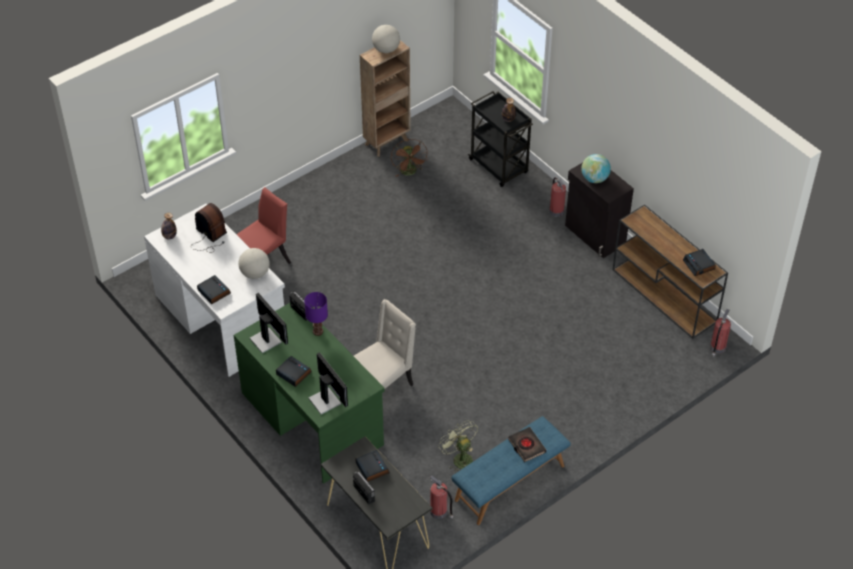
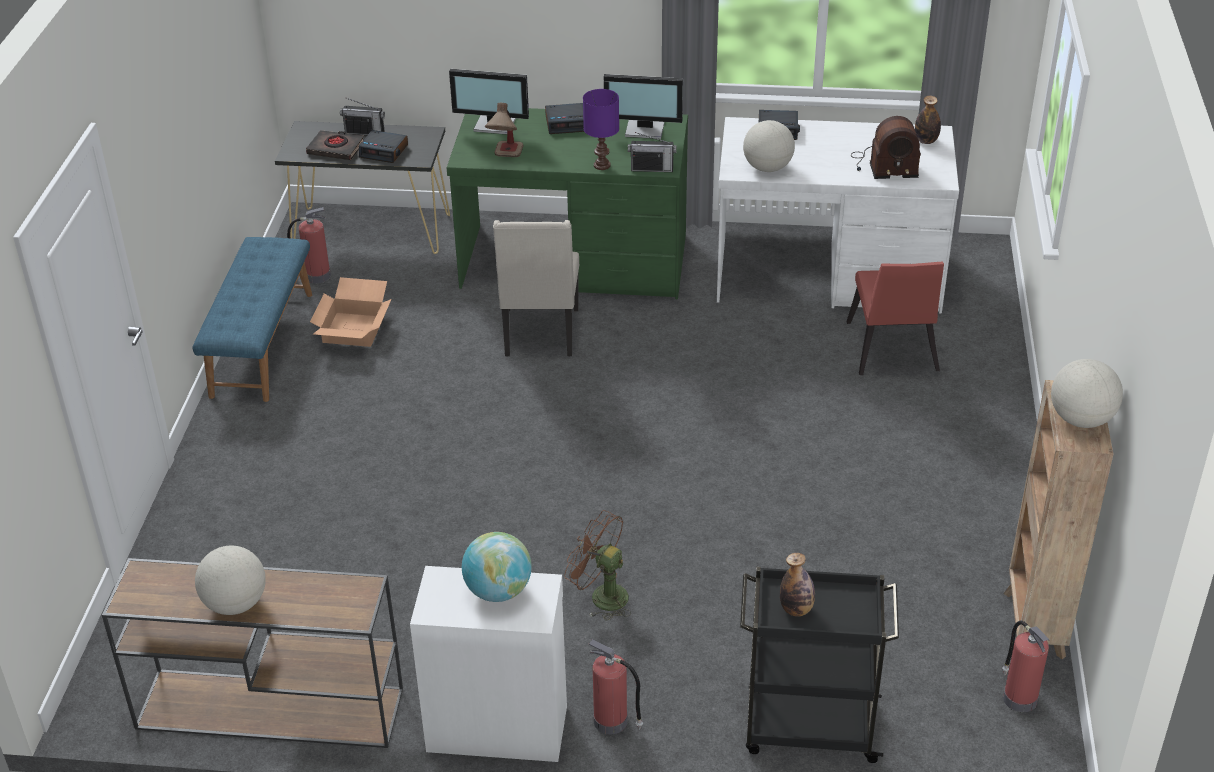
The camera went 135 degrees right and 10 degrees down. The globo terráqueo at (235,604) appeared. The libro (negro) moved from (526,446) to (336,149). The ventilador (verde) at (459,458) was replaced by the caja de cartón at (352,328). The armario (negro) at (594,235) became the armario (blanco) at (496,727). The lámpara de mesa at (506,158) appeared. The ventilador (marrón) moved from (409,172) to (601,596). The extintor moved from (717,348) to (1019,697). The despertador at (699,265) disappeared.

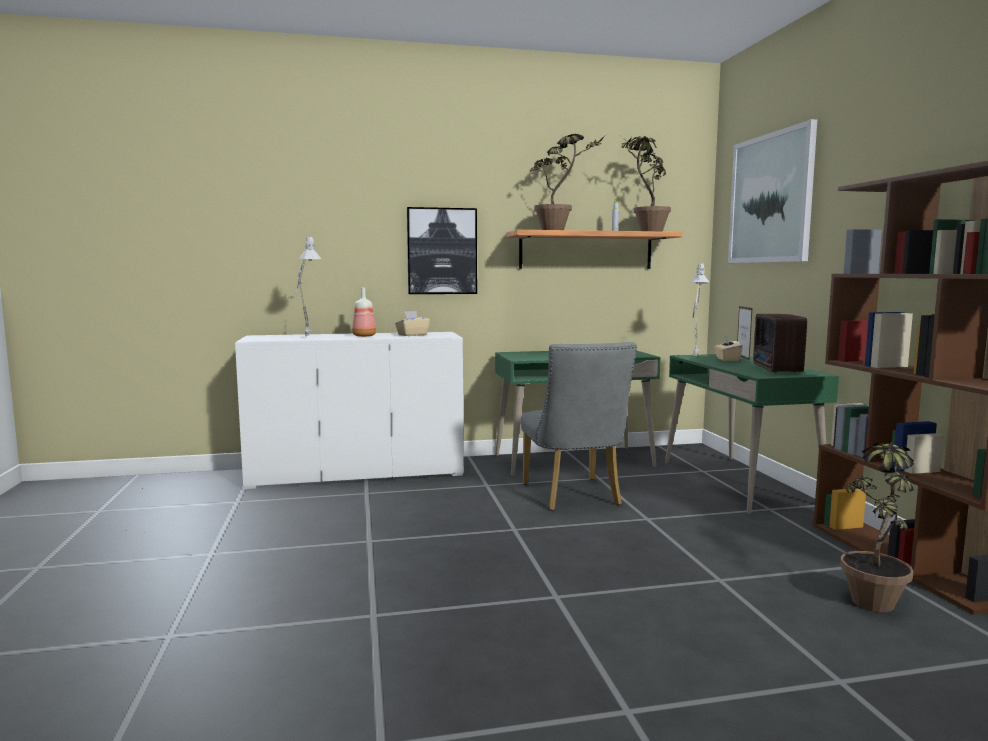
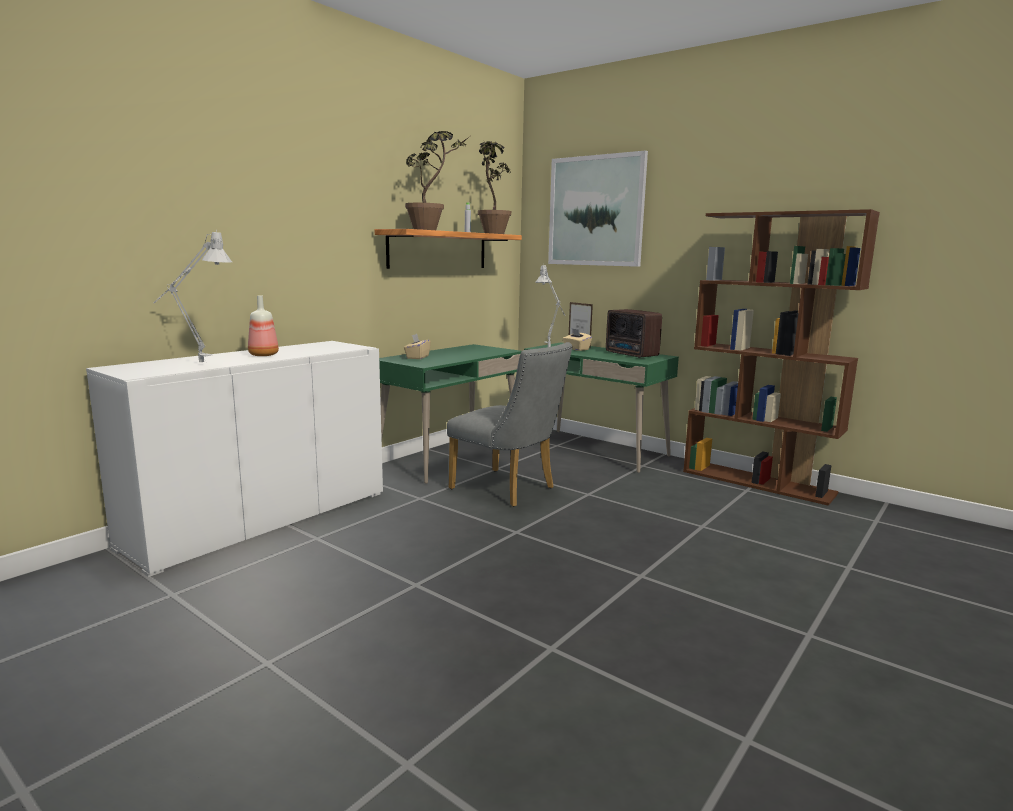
The camera went 40 degrees left and 5 degrees up. The caja de pañuelos (beis) moved from (412,335) to (417,357). The cuadro at (442,251) disappeared. The planta en maceta at (874,597) disappeared.

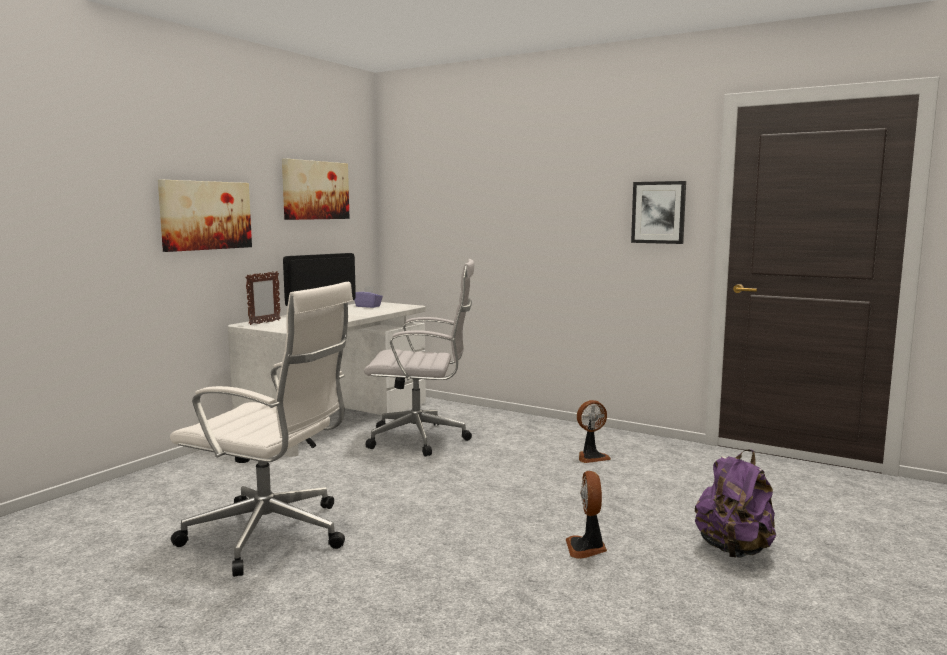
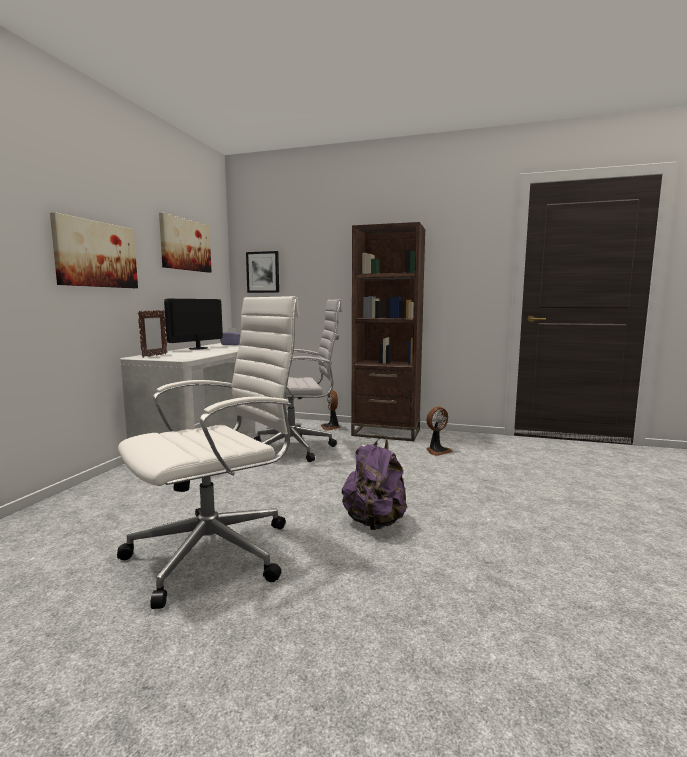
The camera went 15 degrees left and 0 degrees up. The silla de oficina (blanco) at (271,536) turned 45 degrees counterclockwise. The cuadro moved from (658,212) to (263,272). The ventilador moved from (586,548) to (331,427). The mochila (morado) moved from (734,550) to (375,522). The estantería (marrón) at (386,432) appeared.

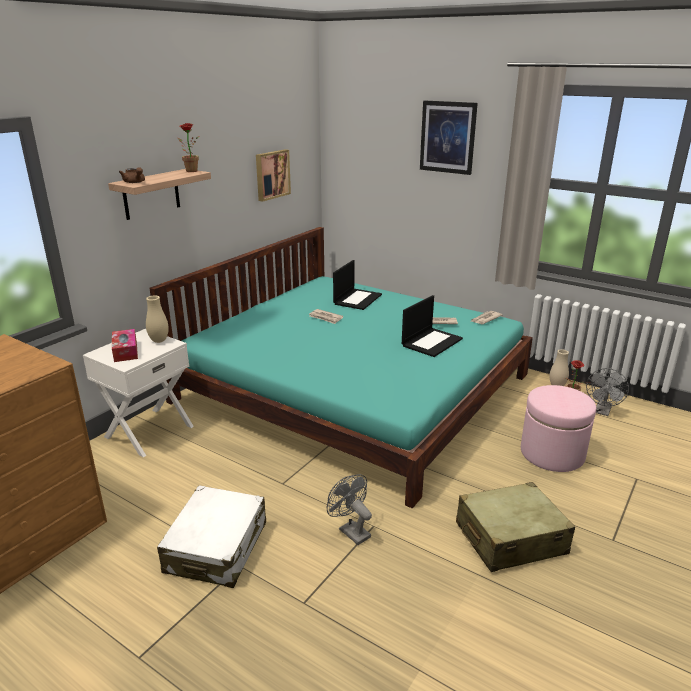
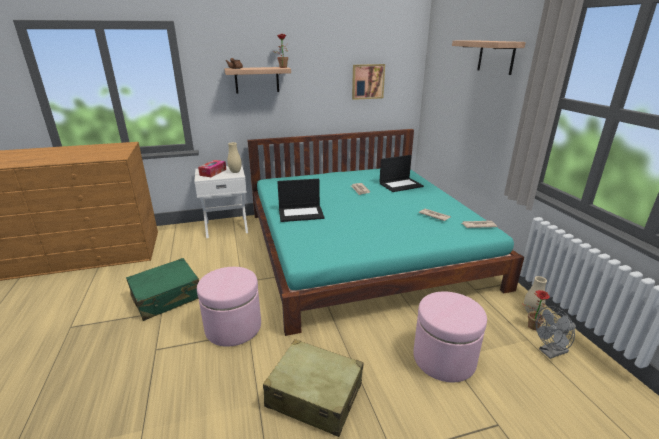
The camera went 40 degrees right and 0 degrees up. The maleta (blanco) at (217,547) became the maleta (verde) at (167,297). The ventilador (gris) at (350,531) was replaced by the puf (rosa) at (233,327). The portátil moved from (431,342) to (301,213). The cuadro at (447,137) was replaced by the estante at (496,57).

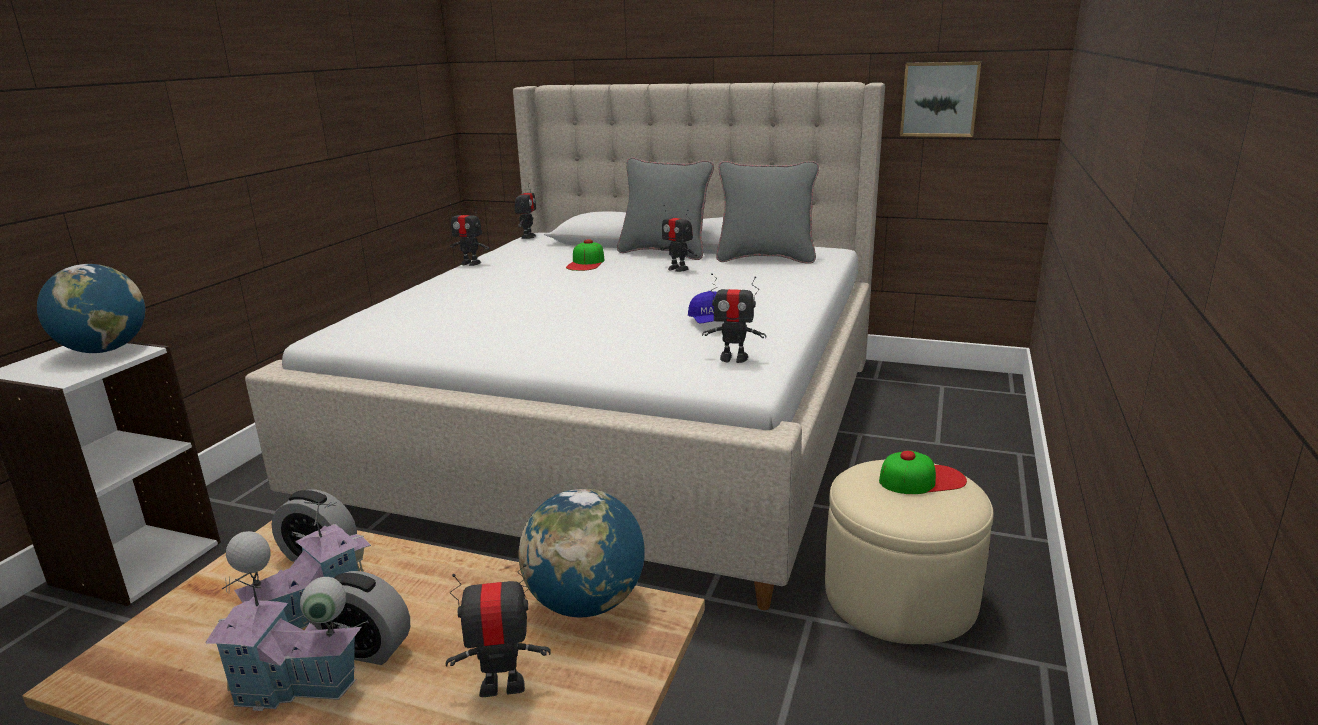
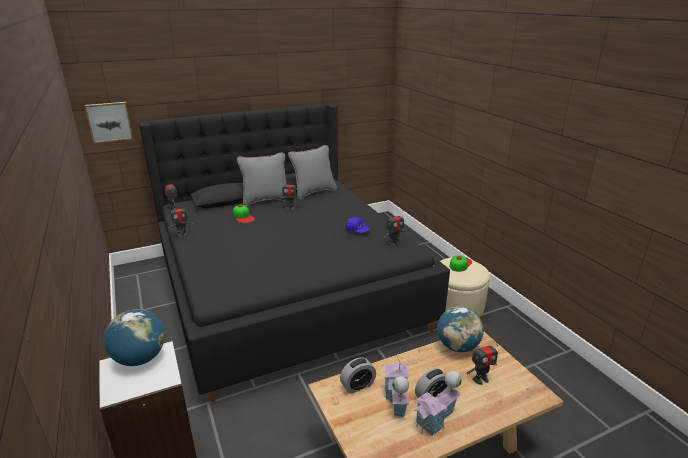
The camera went 45 degrees left and 5 degrees up. The cuadro moved from (939,99) to (109,122). The cama (beis) at (626,427) became the cama (negro) at (287,289). The robot de juguete at (502,686) turned 150 degrees counterclockwise.

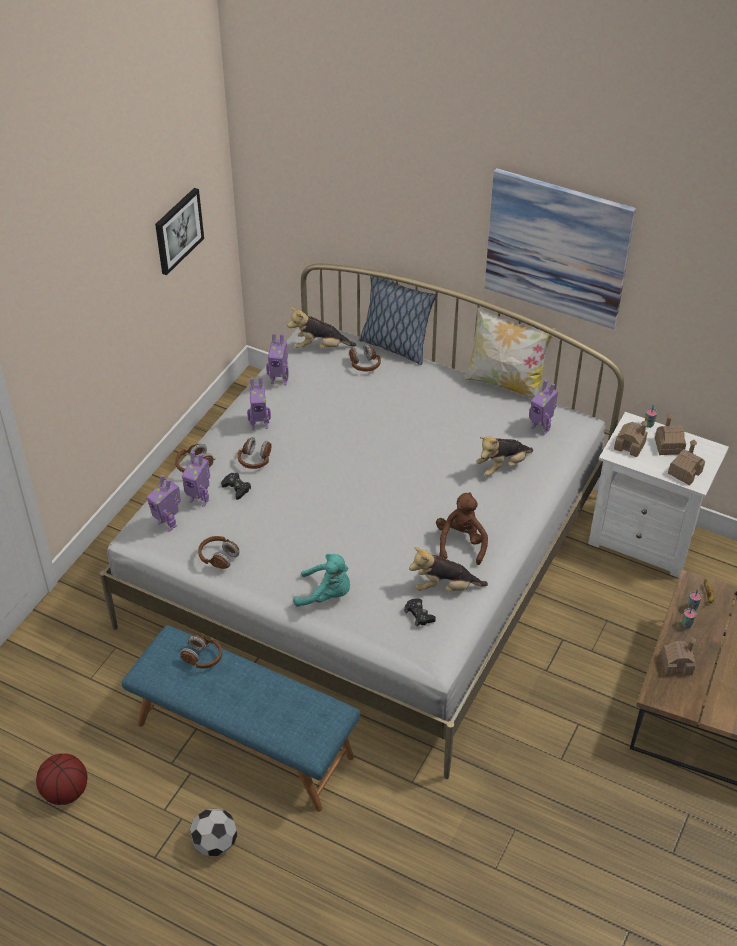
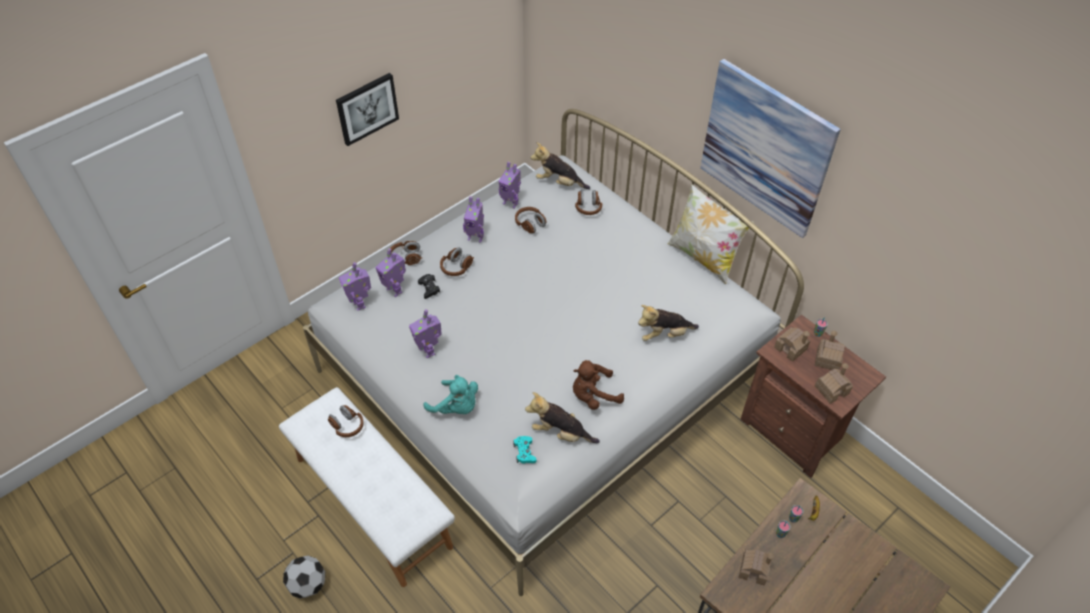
The camera went 20 degrees right and 5 degrees up. The banco (azul) at (245,739) became the banco (blanco) at (374,501). The cuadro moved from (178,230) to (367,108). The robot de juguete moved from (541,428) to (429,350). The mando de consola (negro) at (419,615) became the mando de consola (turquesa) at (524,452). The auriculares (marrón) moved from (218,558) to (530,224). The peluche (marrón) at (461,543) turned 135 degrees counterclockwise. The mesita de noche (blanco) at (645,539) became the mesita de noche (marrón) at (794,431). The balón de baloncesto at (66,791) disappeared. The cojín at (394,346) disappeared.

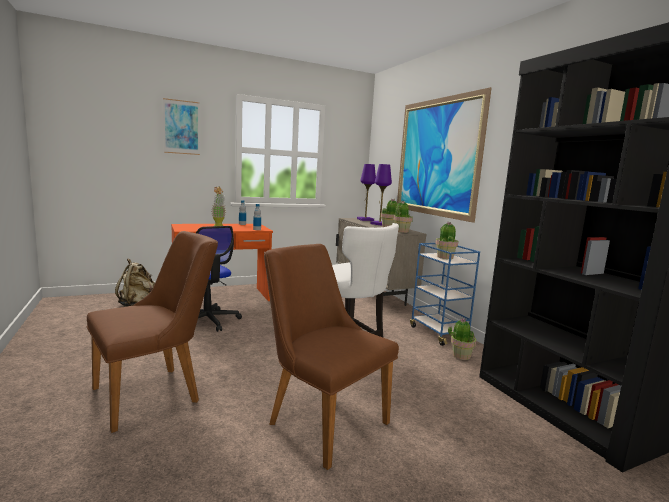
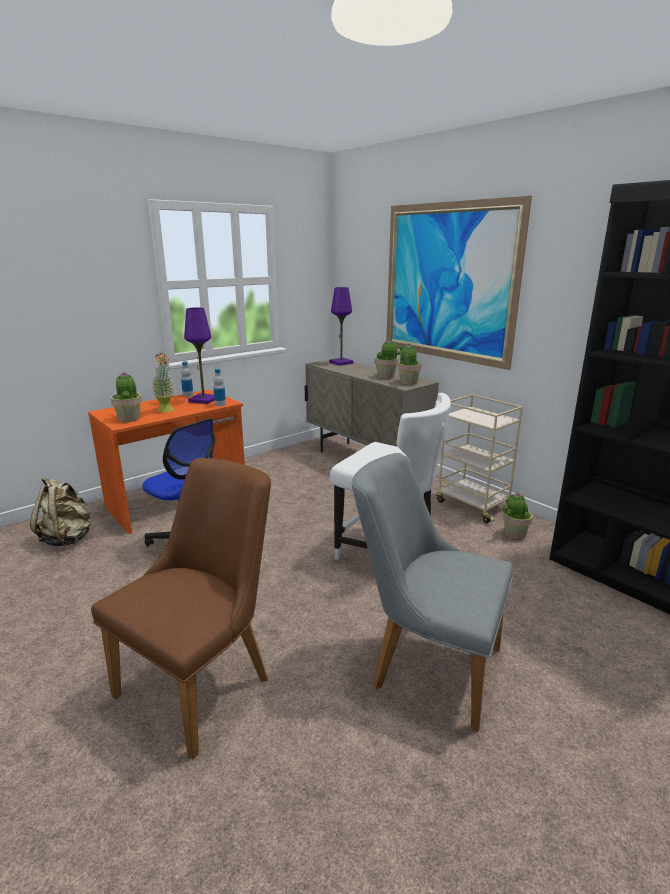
The camera went 15 degrees left and 10 degrees up. The planta en maceta moved from (445,257) to (129,418). The lámpara de mesa (morado) moved from (379,224) to (203,400). The silla (marrón) at (320,418) became the silla (gris) at (425,663). The carrito (azul) at (439,333) became the carrito (beis) at (473,505). The cuadro at (181,127) disappeared.

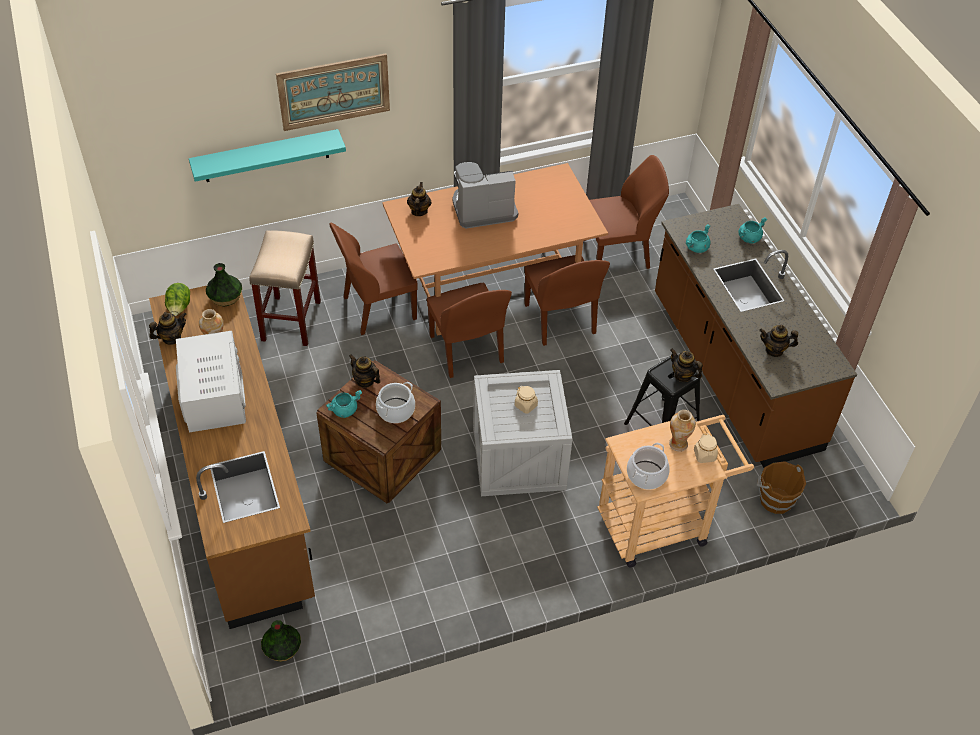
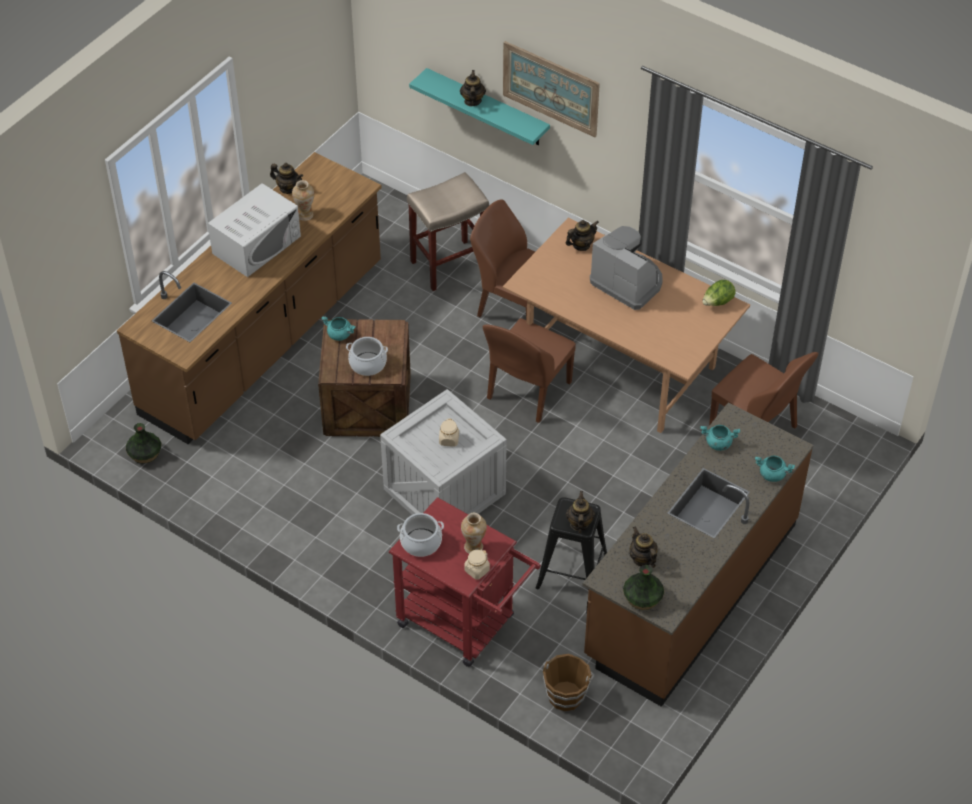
The camera went 55 degrees right and 0 degrees up. The carrito (beis) at (661,523) became the carrito (rojo) at (464,624). The tetera moved from (365,381) to (472,101). The florero moved from (226,297) to (643,599). The lechuga moved from (179,308) to (717,302). The silla (marrón) at (560,321) disappeared.

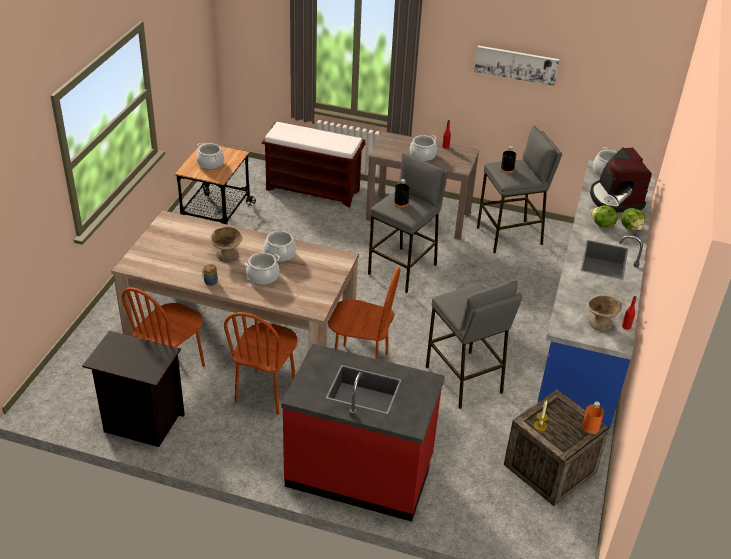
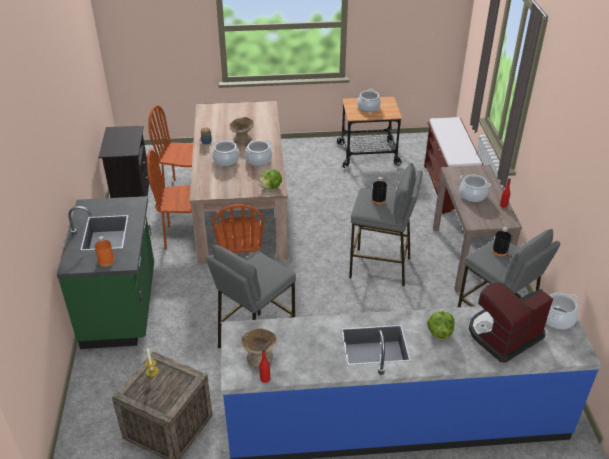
The camera went 70 degrees right and 0 degrees up. The mueble bajo de cocina (rojo) at (359,472) became the mueble bajo de cocina (verde) at (121,307). The botella (naranja) moved from (590,427) to (106,261). The lechuga moved from (631,228) to (271,187). The cuadro at (516,64) disappeared.

